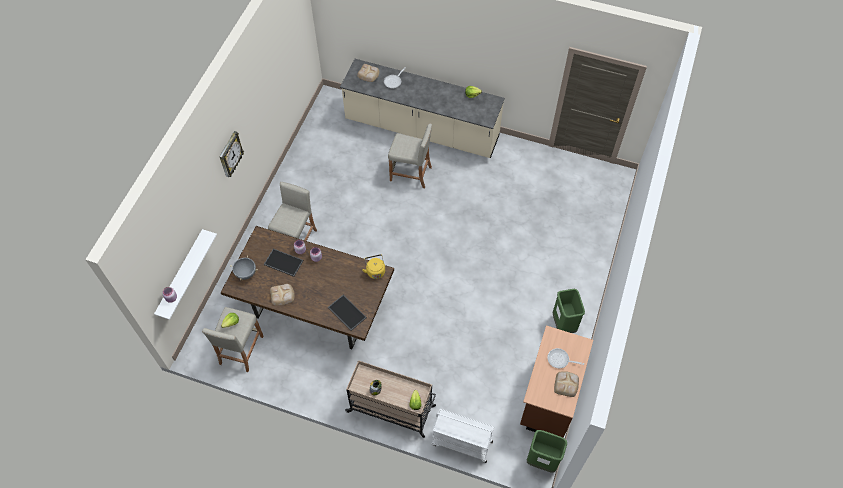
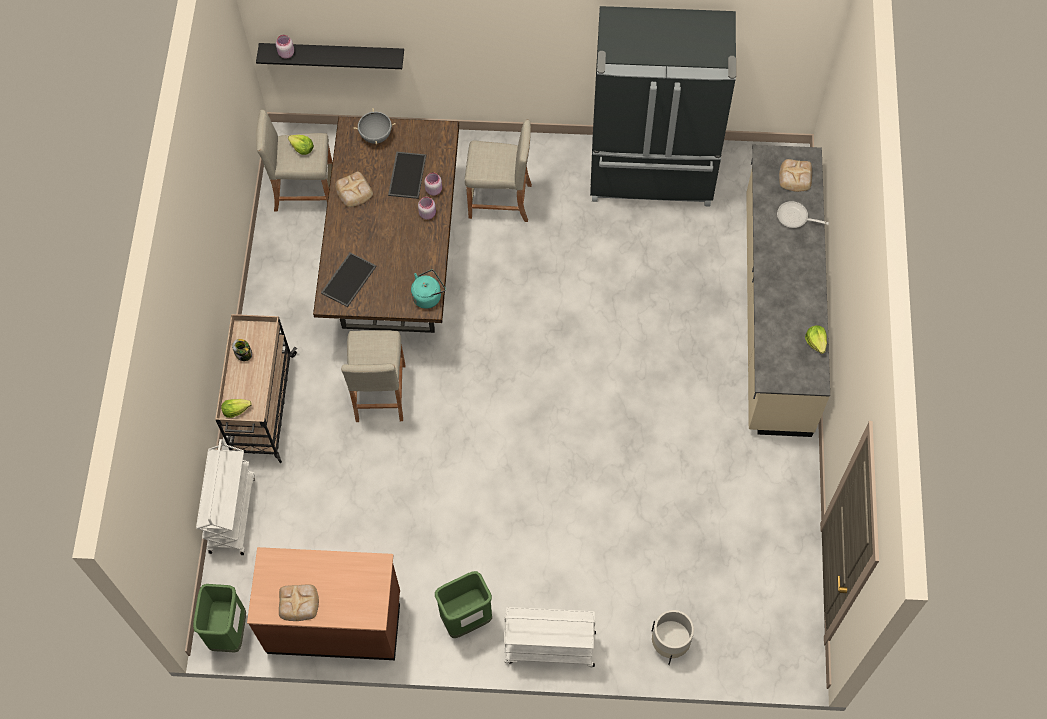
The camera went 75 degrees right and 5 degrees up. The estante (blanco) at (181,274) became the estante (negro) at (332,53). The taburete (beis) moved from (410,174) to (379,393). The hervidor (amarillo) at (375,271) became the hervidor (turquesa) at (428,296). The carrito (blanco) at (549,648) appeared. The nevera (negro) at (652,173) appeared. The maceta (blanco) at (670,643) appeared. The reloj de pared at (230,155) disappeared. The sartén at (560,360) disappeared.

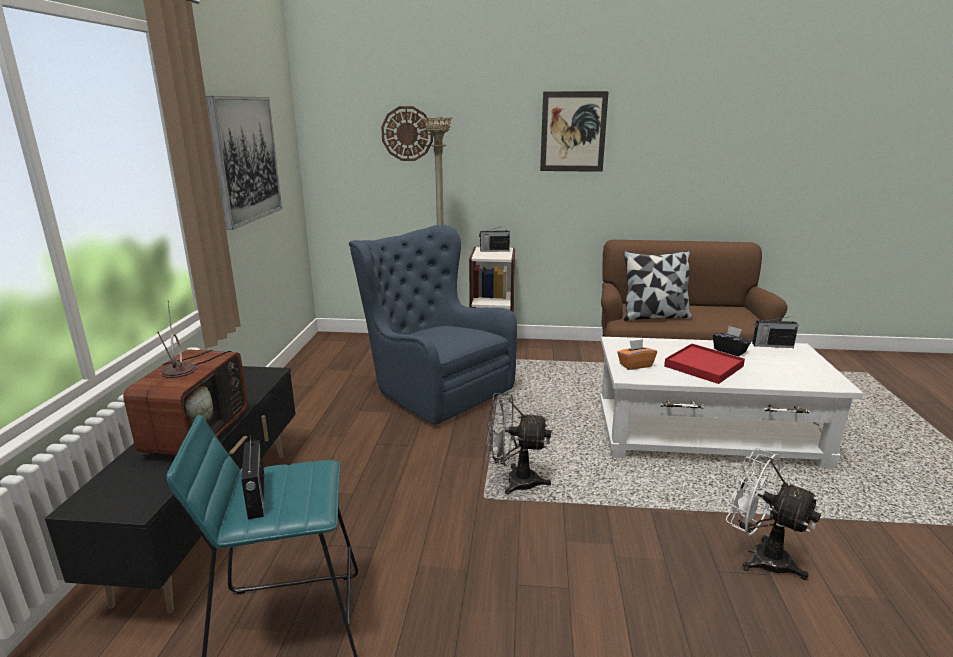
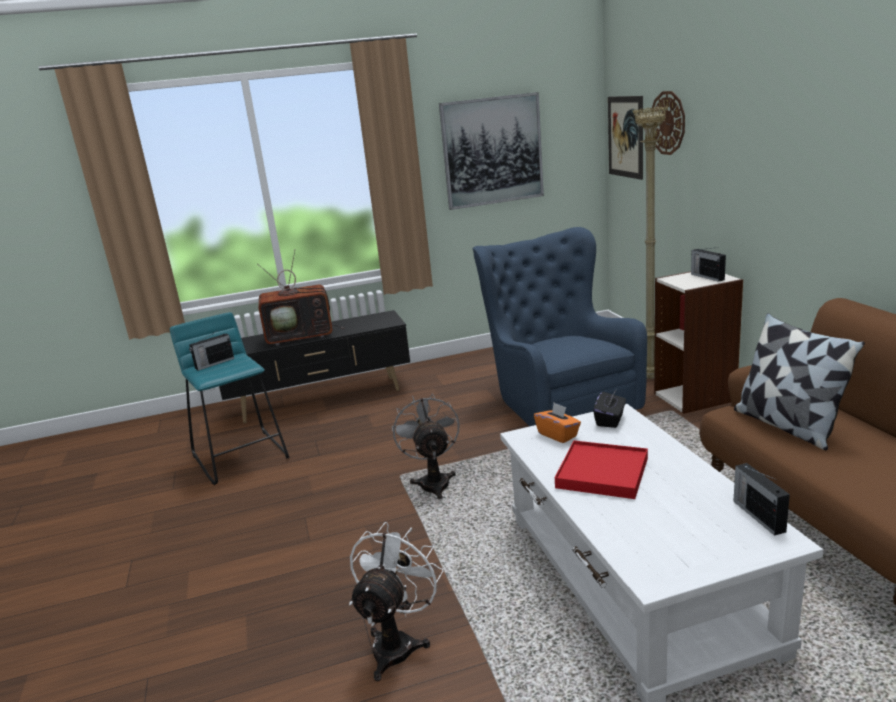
The camera went 70 degrees right and 0 degrees up. The sillón (azul) at (433,389) turned 45 degrees counterclockwise. The caja de pañuelos (negro) moved from (729,351) to (610,420). The cuadro moved from (573,132) to (625,137).

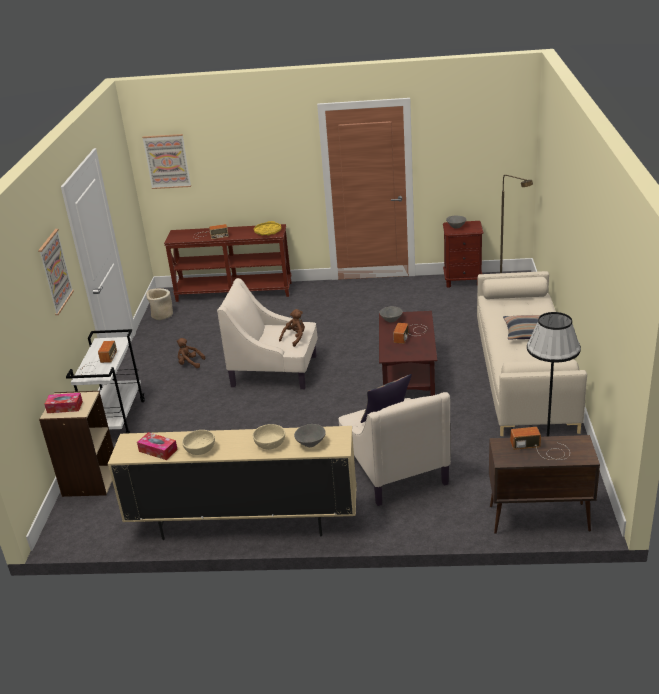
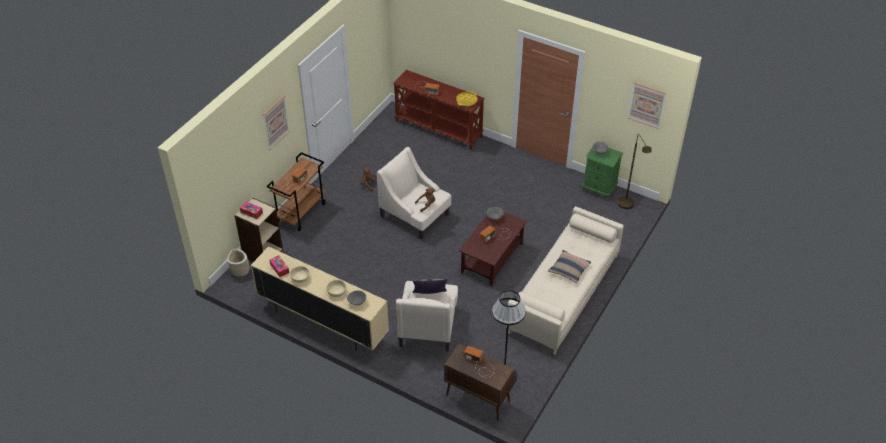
The camera went 25 degrees right and 15 degrees up. The maceta (beis) moved from (161,315) to (240,270). The carrito (blanco) at (116,419) became the carrito (marrón) at (301,212). The mesita de noche (marrón) at (463,281) became the mesita de noche (verde) at (599,189). The cuadro moved from (167,161) to (647,105).

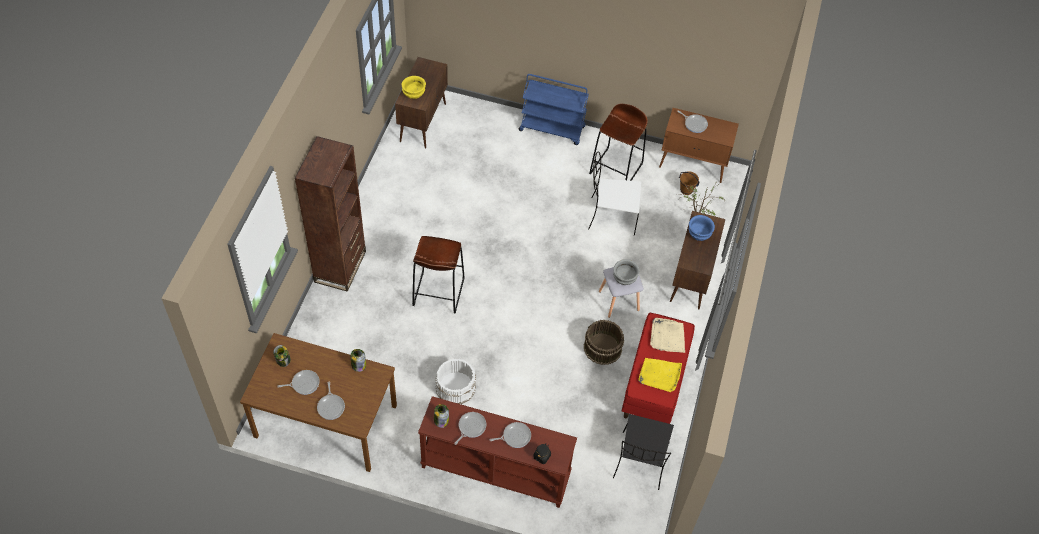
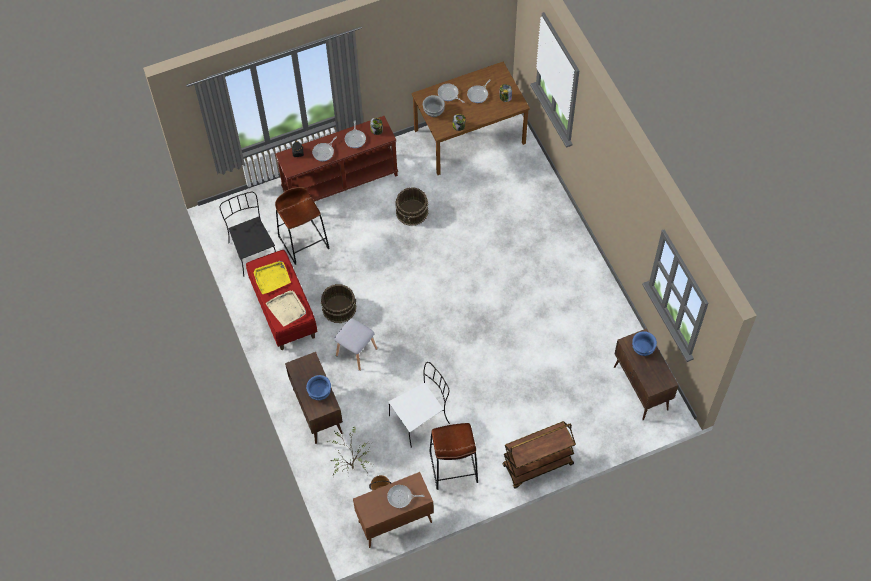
The camera went 145 degrees right and 5 degrees up. The taburete (marrón) moved from (438,292) to (304,242). The cubo (blanco) at (455,387) became the cubo (marrón) at (412,212). The cuenco (gris) moved from (624,278) to (433,111). The carrito (azul) at (552,129) became the carrito (marrón) at (537,465). The cuenco (amarillo) at (413,93) became the cuenco (azul) at (643,348). The estantería (marrón) at (340,266) disappeared.

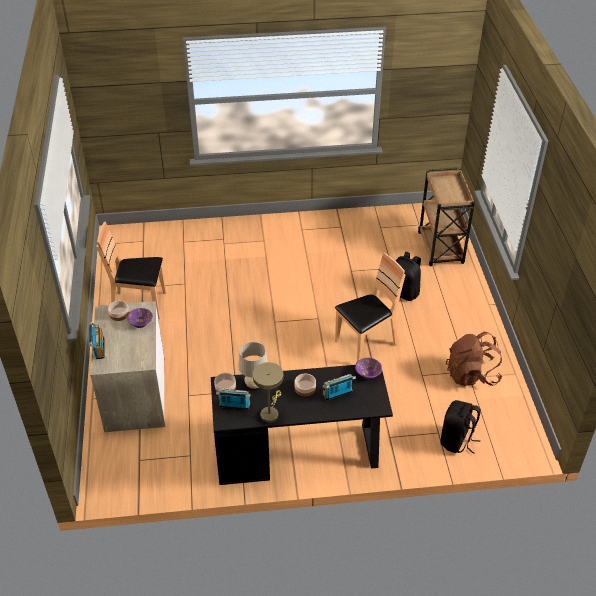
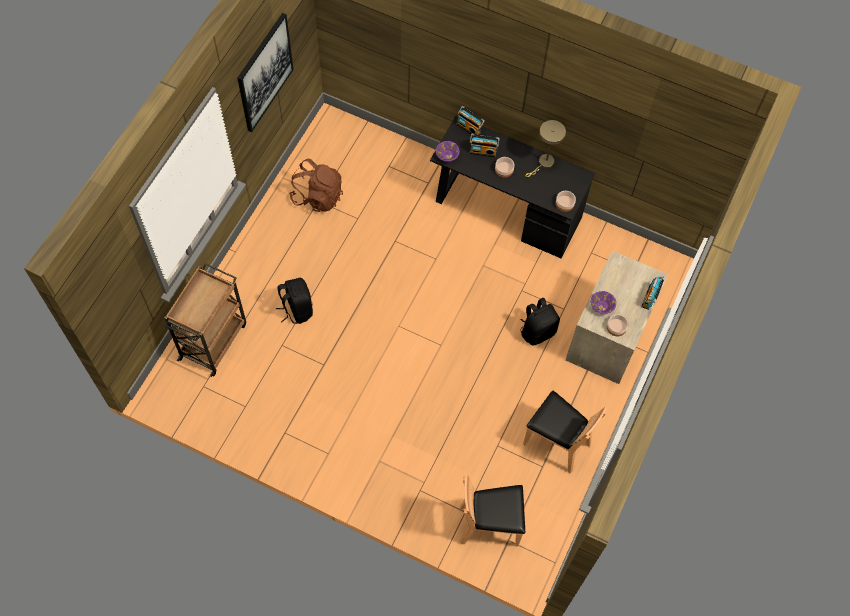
The camera went 150 degrees left and 20 degrees up. The cuadro at (264,72) appeared. The radio moved from (234,406) to (469,128). The silla (marrón) moved from (366,344) to (489,524). The mochila (negro) moved from (457,441) to (537,331). The lámpara de mesa (beis) at (254,384) disappeared.

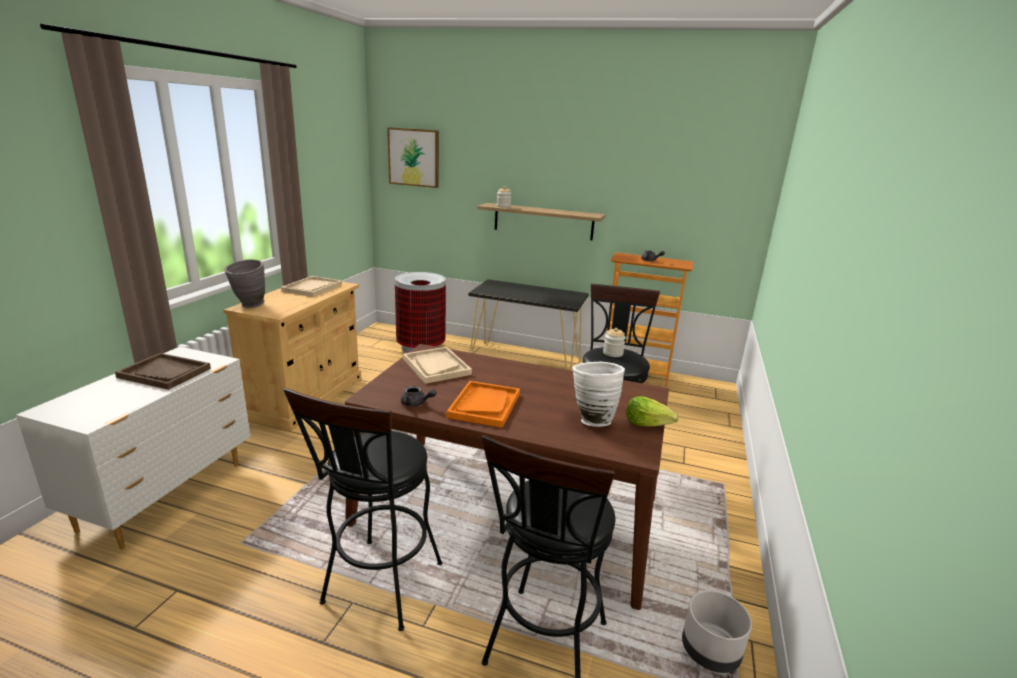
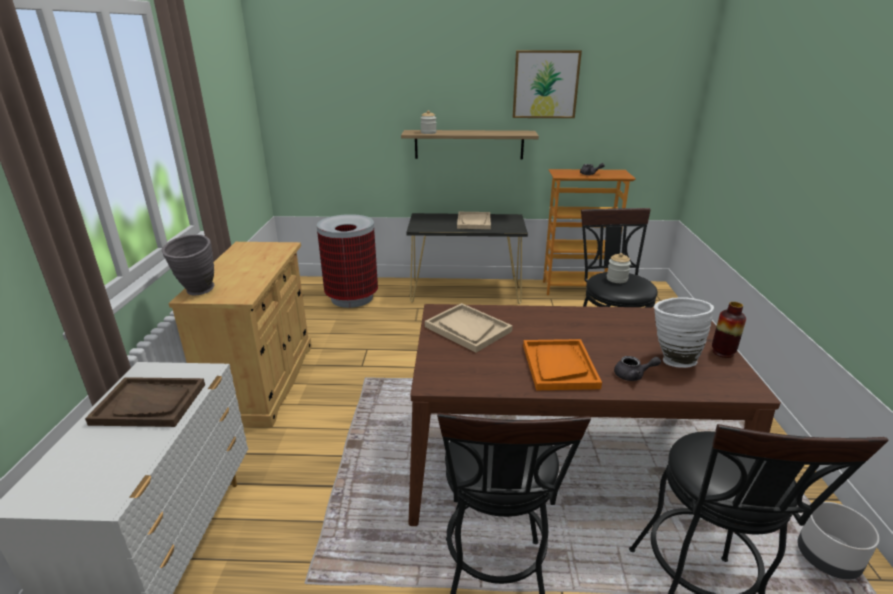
The camera went 15 degrees left and 5 degrees up. The bandeja (beis) moved from (312,288) to (474,222). The cuadro moved from (413,157) to (545,84). The tetera (gris) moved from (416,404) to (633,375). The lechuga at (647,424) was replaced by the florero at (722,352).

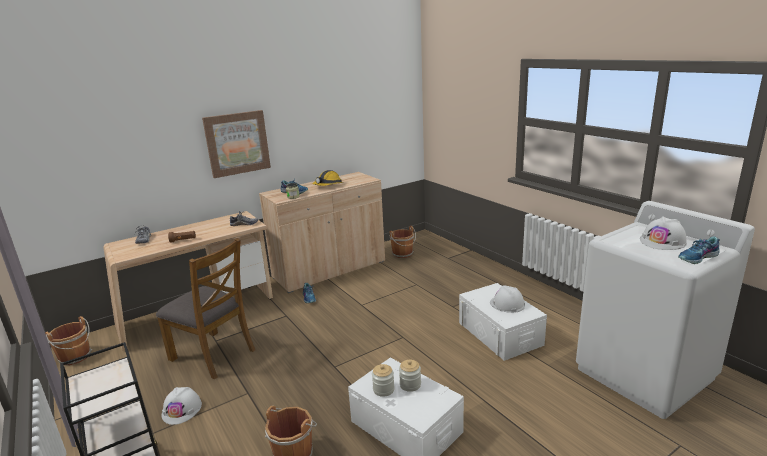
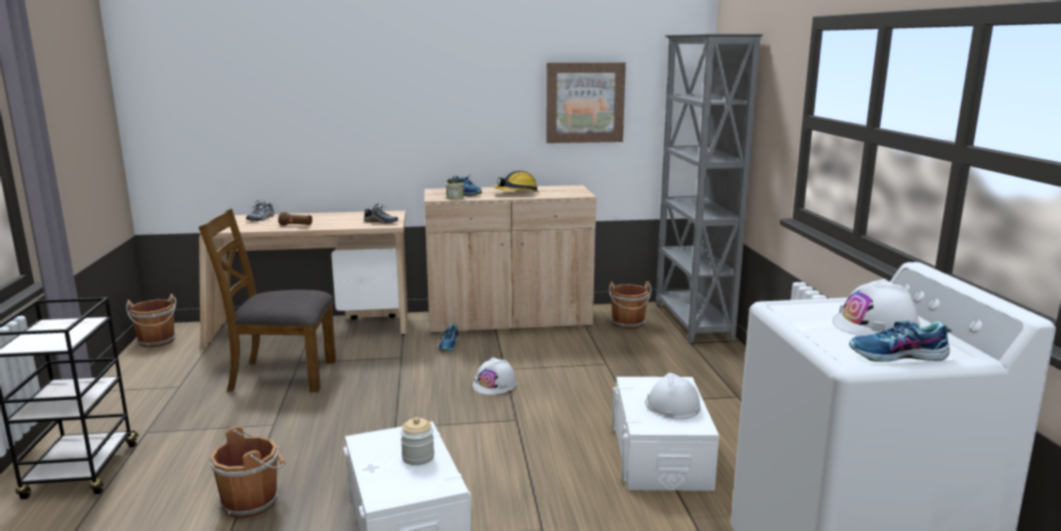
The camera went 25 degrees right and 5 degrees down. The silla (marrón) at (213,354) turned 120 degrees clockwise. The casco (blanco) moved from (182,409) to (495,384). The cuadro moved from (237,143) to (584,102). The estantería (gris) at (692,321) appeared. The tarro at (383,389) disappeared.

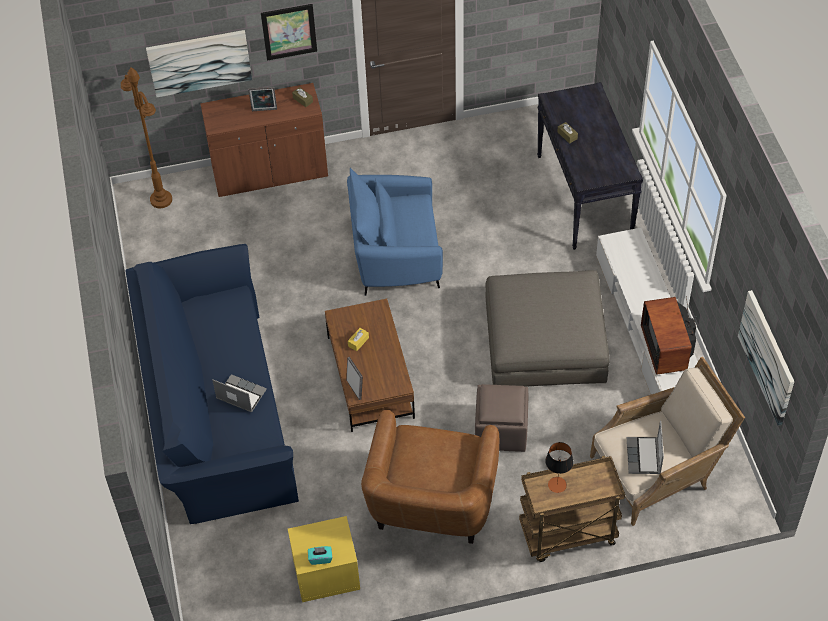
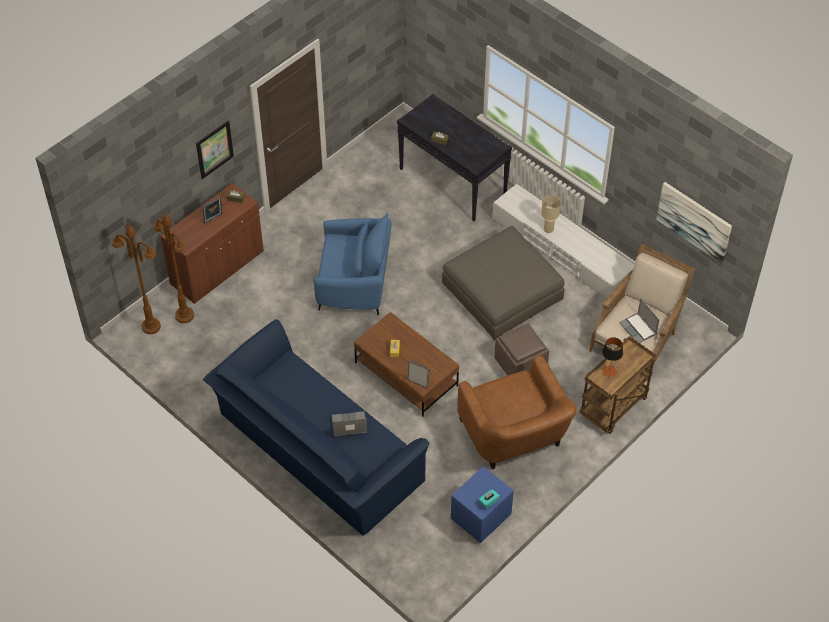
The camera went 35 degrees left and 0 degrees up. The lámpara de pie (marrón) at (185,315) appeared. The sillón (azul) at (395,253) turned 135 degrees counterclockwise. The mesita de noche (amarillo) at (325,574) became the mesita de noche (azul) at (481,517). The lámpara de mesa (beis) at (548,229) appeared. The cuadro at (199,62) disappeared. The televisor at (668,348) disappeared.

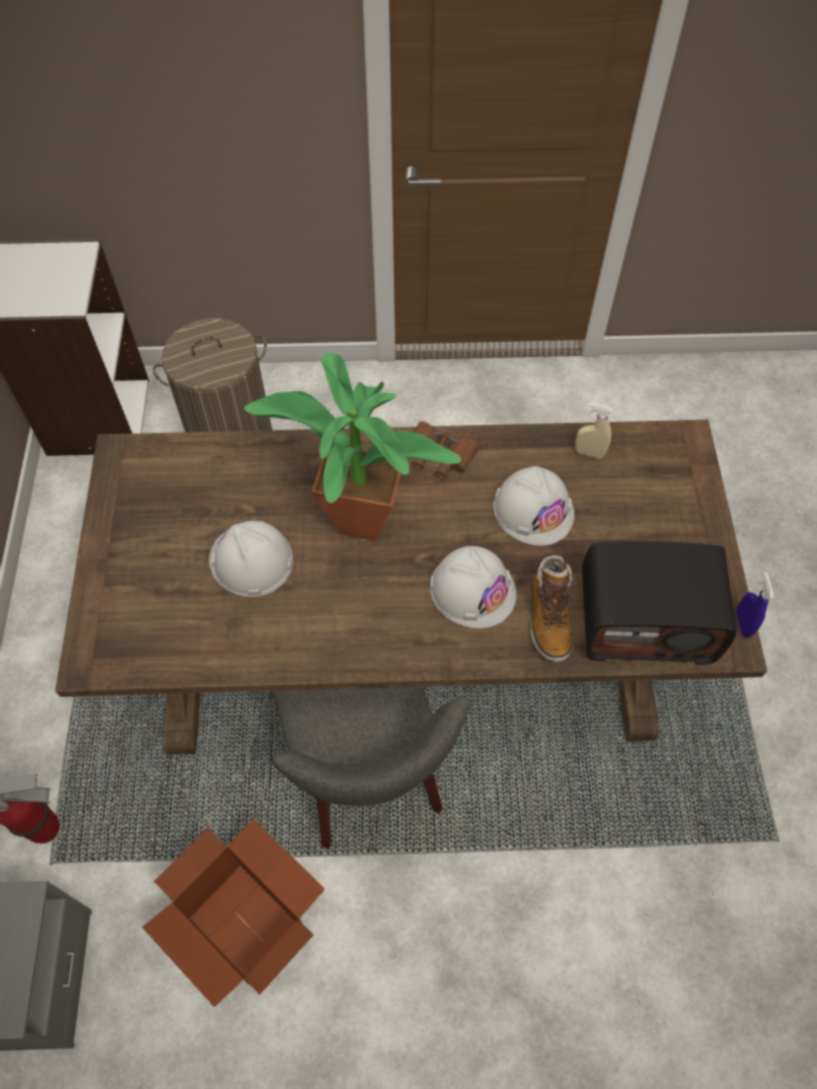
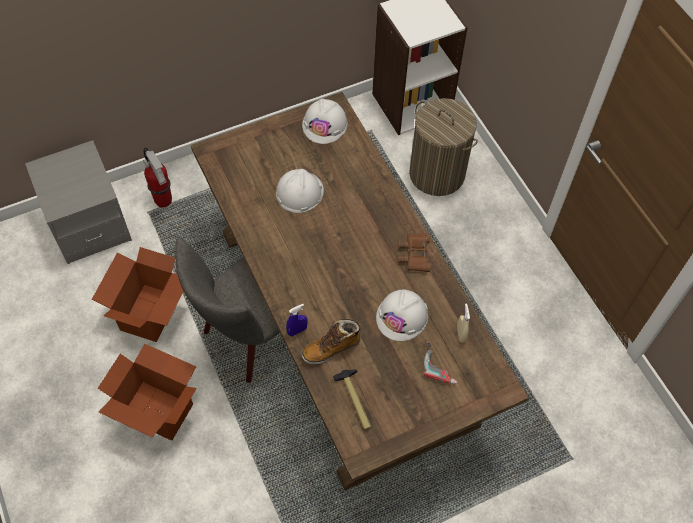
The camera went 65 degrees right and 0 degrees up. The caja de cartón at (157,410) appeared. The pulverizador (azul) moved from (743,624) to (297,331). The casco (blanco) moved from (472,589) to (325,124). The radio at (646,619) was replaced by the martillo at (355,401). The taladro at (440,363) appeared. The planta en maceta at (353,515) disappeared.

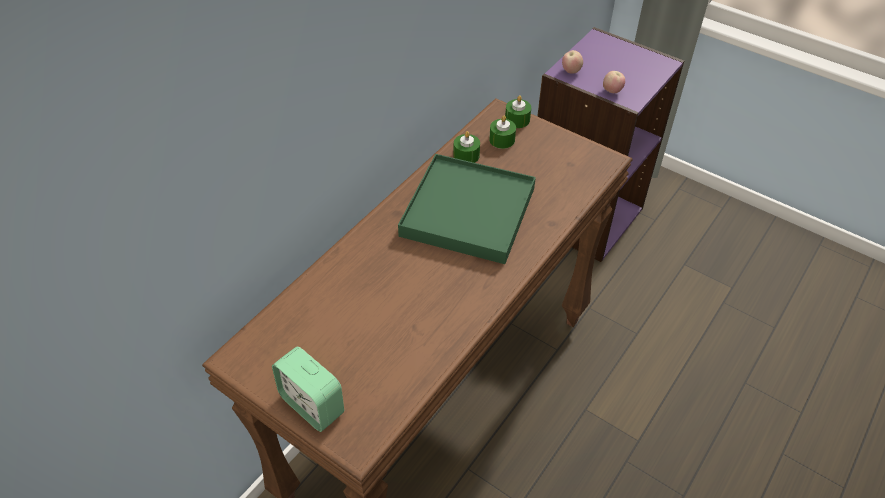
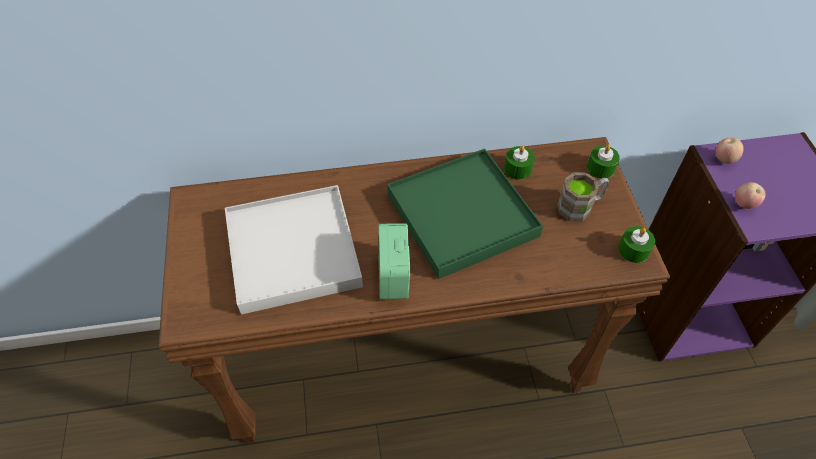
The camera went 45 degrees right and 5 degrees up. The bandeja (blanco) at (293,251) appeared. The despertador moved from (312,405) to (394,276). The taza grande (marrón) at (580,206) appeared. The vela (verde) moved from (502,140) to (633,250).

